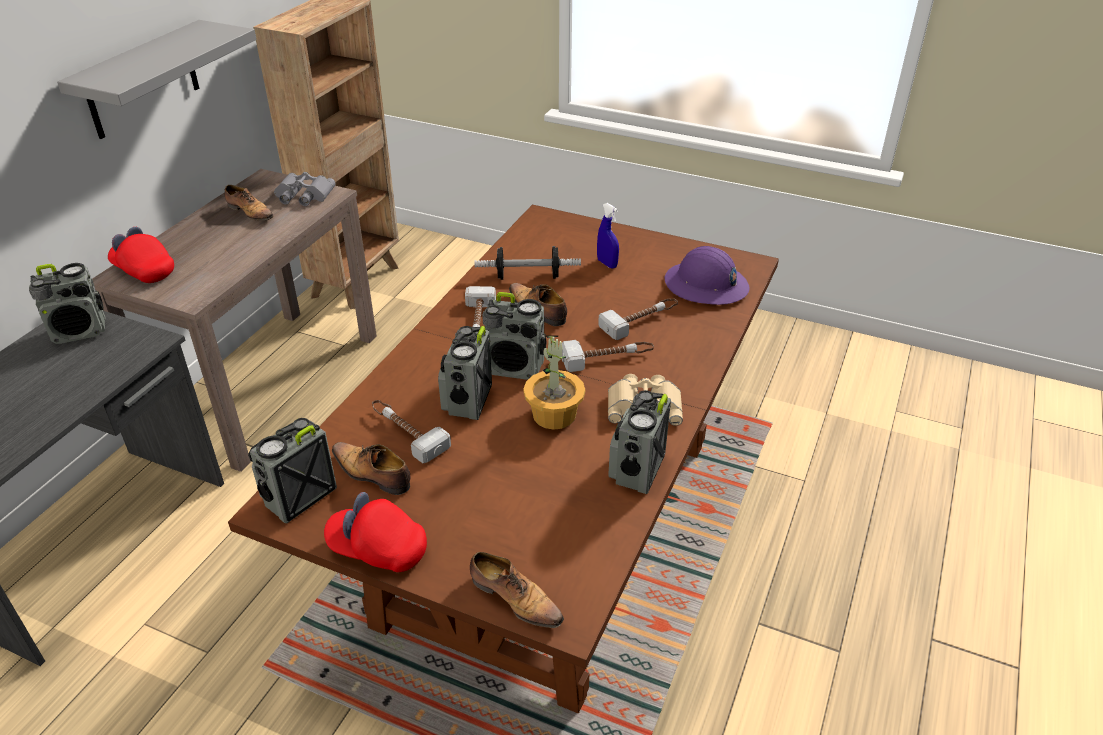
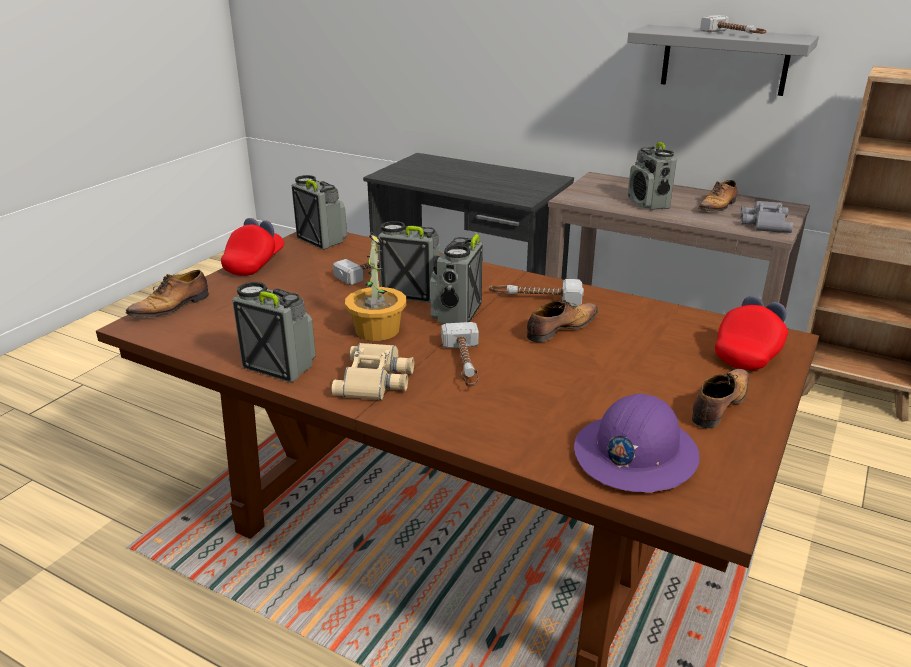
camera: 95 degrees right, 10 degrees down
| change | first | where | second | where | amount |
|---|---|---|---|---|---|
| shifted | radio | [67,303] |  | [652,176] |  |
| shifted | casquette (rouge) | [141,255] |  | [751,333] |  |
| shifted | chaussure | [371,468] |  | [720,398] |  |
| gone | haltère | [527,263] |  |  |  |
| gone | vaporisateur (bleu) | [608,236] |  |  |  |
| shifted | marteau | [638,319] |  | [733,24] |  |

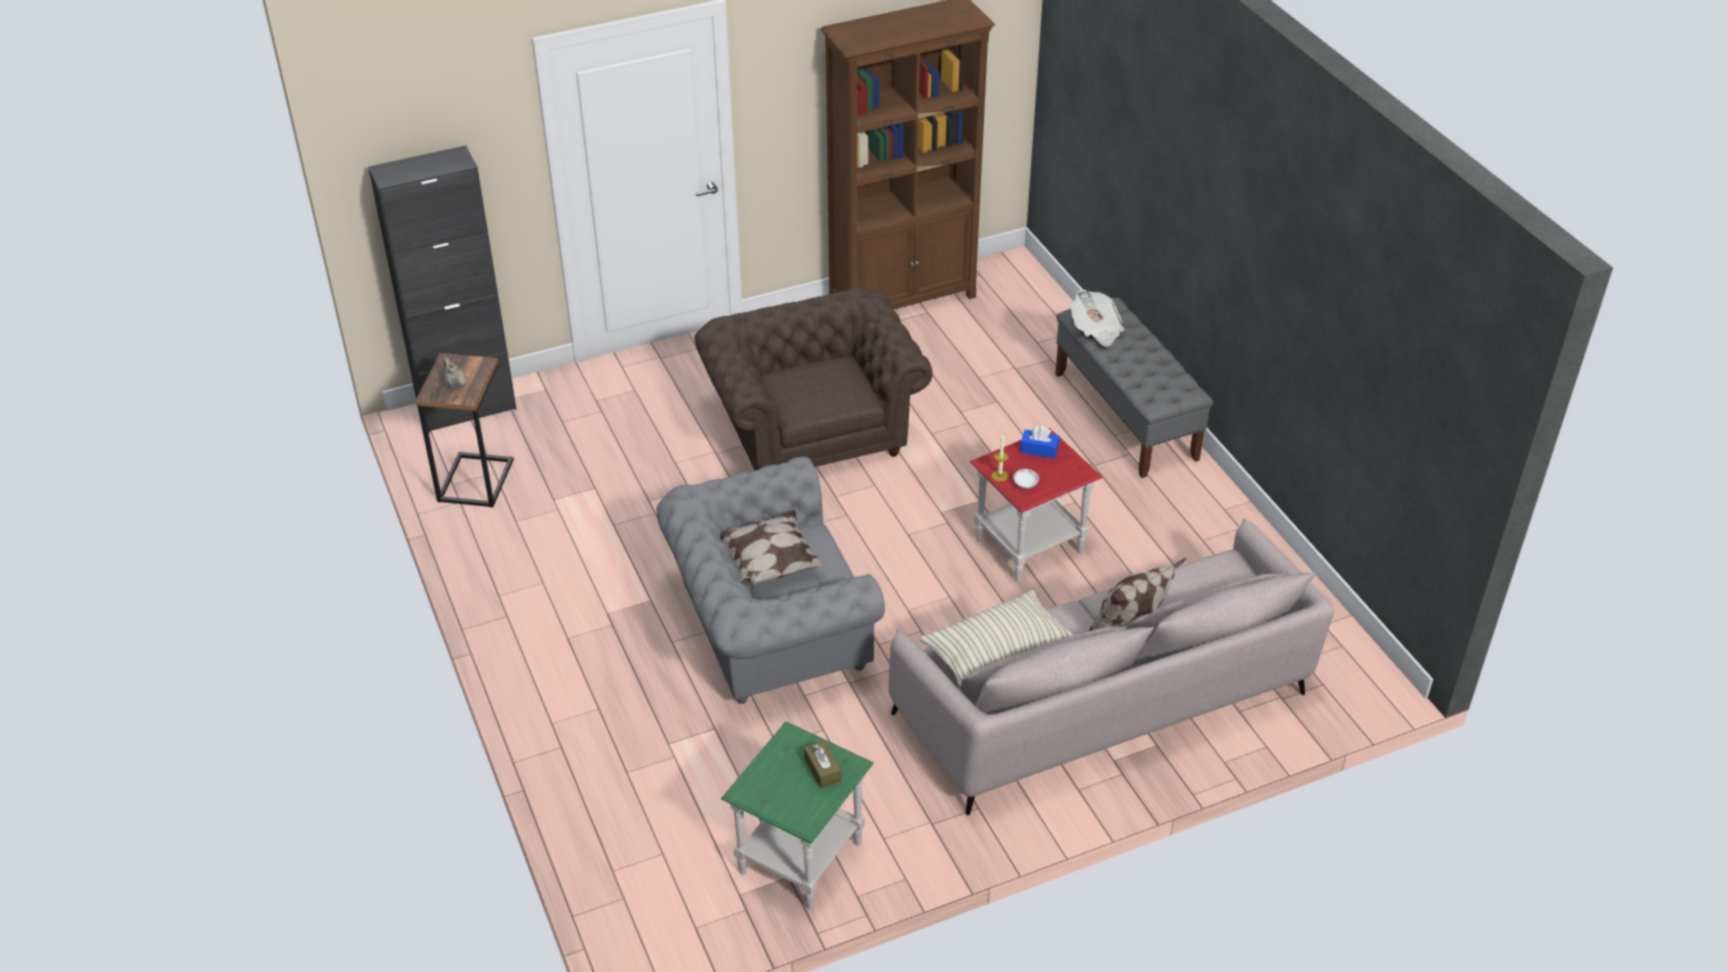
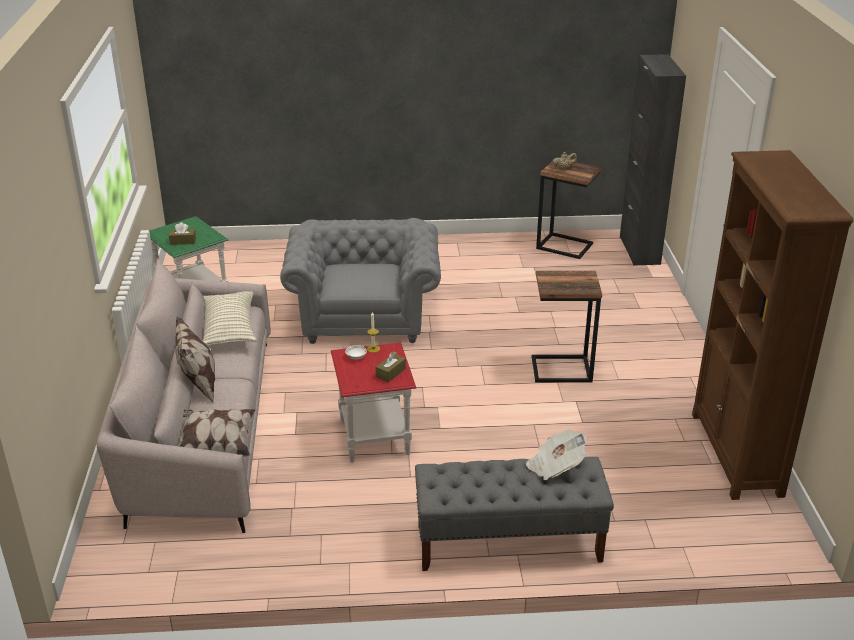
camera: 110 degrees right, 10 degrees down
| change | first | where | second | where | amount |
|---|---|---|---|---|---|
| swapped | fauteuil (marron) | [813,379] | table d'appoint | [566,326] |  |
| shifted | coussin | [773,550] |  | [217,432] |  |
| repainted | boîte à mouchoirs (bleu) | [1039,442] | boîte à mouchoirs (marron) | [391,366] |  |

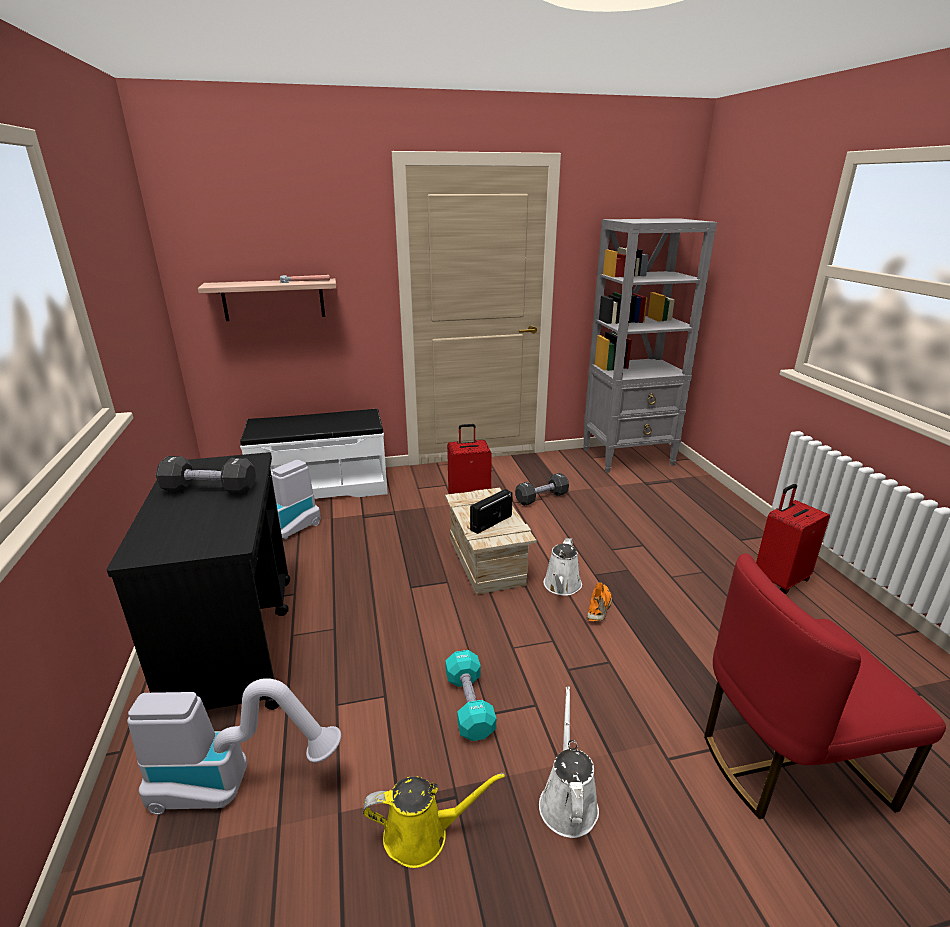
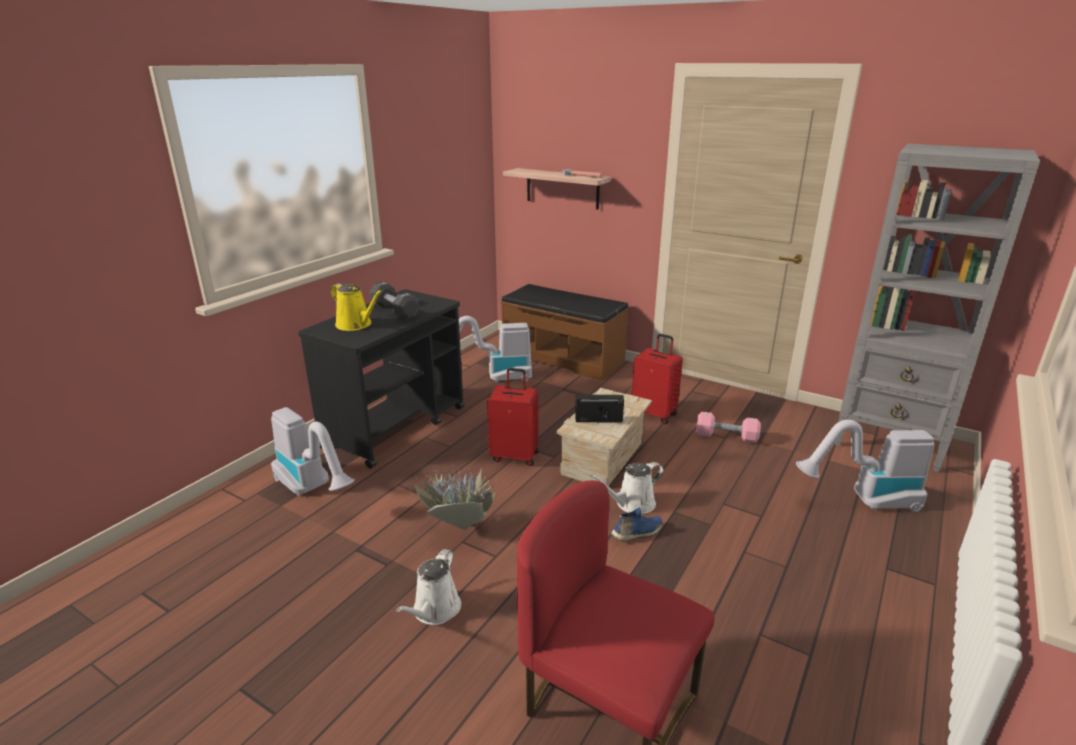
camera: 45 degrees right, 0 degrees up
| change | first | where | second | where | amount |
|---|---|---|---|---|---|
| repainted | banc (blanc) | [314,454] | banc (marron) | [564,332] |  |
| shifted | arrosoir (jaune) | [434,820] |  | [356,307] |  |
| swapped | haltère (turquoise) | [470,695] | plante en pot | [454,497] |  |
| repainted | haltère (noir) | [542,489] | haltère (rose) | [728,427] |  |
| rotated | arrosoir (blanc) | [569,762] |  | [428,587] | 150 degrees clockwise |
| repainted | chaussure (orange) | [599,601] | chaussure (bleu) | [636,524] |  |
| shifted | valise (rouge) | [793,539] |  | [513,417] |  |
| new |  |  | aspirateur | [865,466] |  |

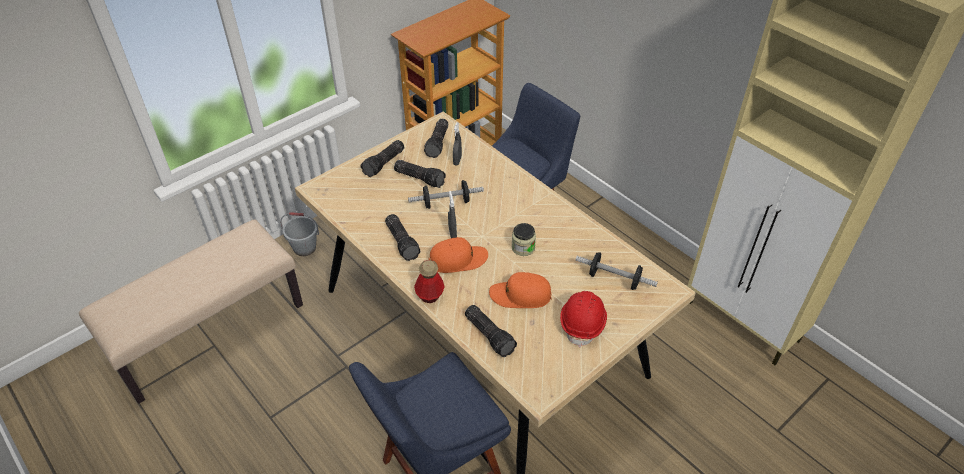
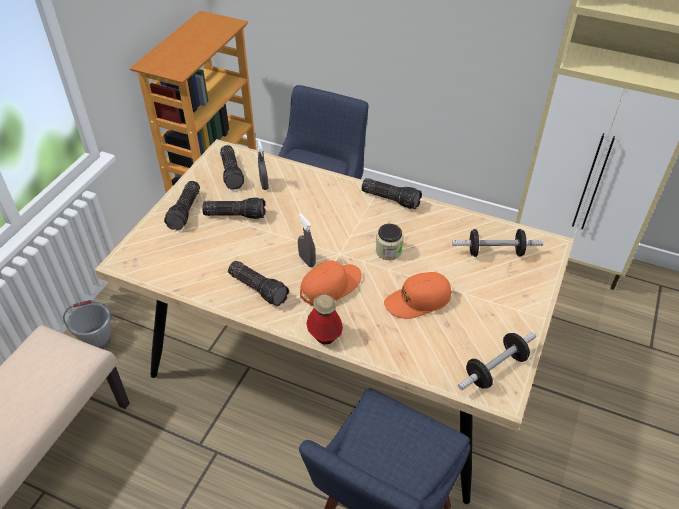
camera: 25 degrees left, 0 degrees up
| change | first | where | second | where | amount |
|---|---|---|---|---|---|
| shifted | haltère | [446,194] |  | [497,361] |  |
| shifted | lampe de poche | [491,331] |  | [391,193] |  |
| gone | casque de chantier (rouge) | [583,319] |  |  |  |

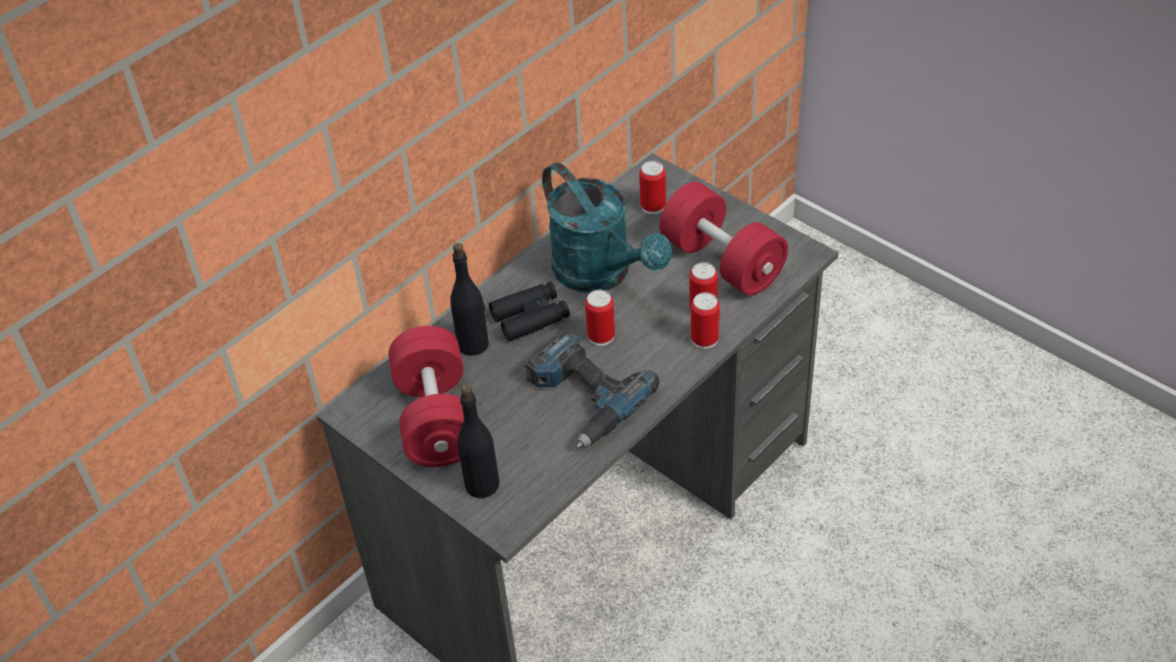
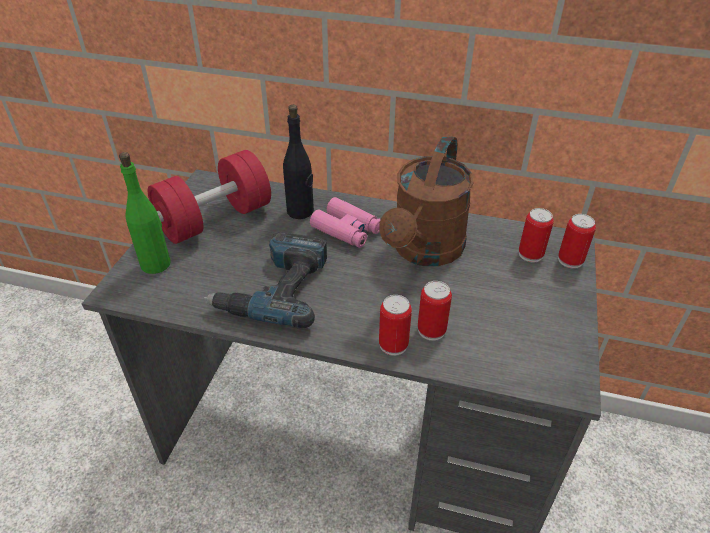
camera: 60 degrees right, 5 degrees down
| change | first | where | second | where | amount |
|---|---|---|---|---|---|
| repainted | bouteille (noir) | [478,441] | bouteille (vert) | [145,213] |  |
| repainted | jumelles (noir) | [529,312] | jumelles (rose) | [345,222] |  |
| repainted | arrosoir (turquoise) | [607,228] | arrosoir (marron) | [426,200] |  |
| shifted | boîte métallique | [600,318] |  | [577,241] |  |
| gone | haltère (rouge) | [723,239] |  |  |  |

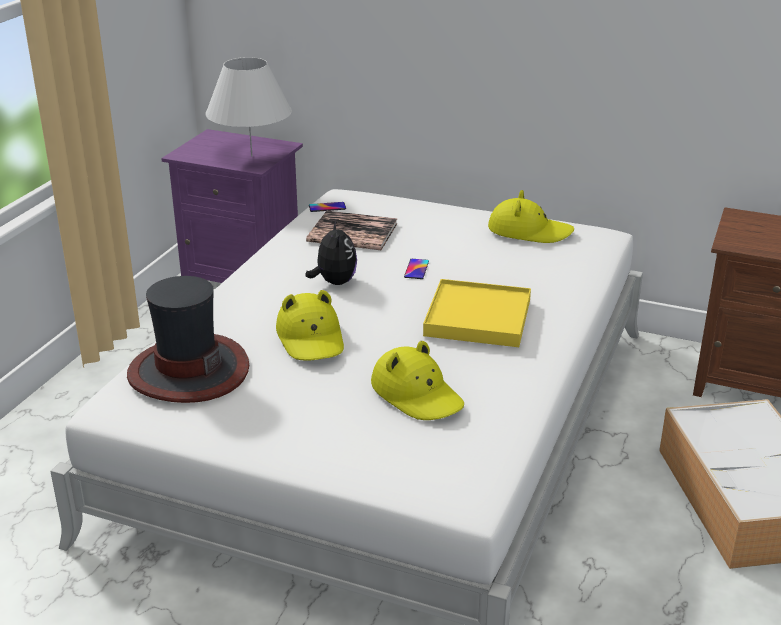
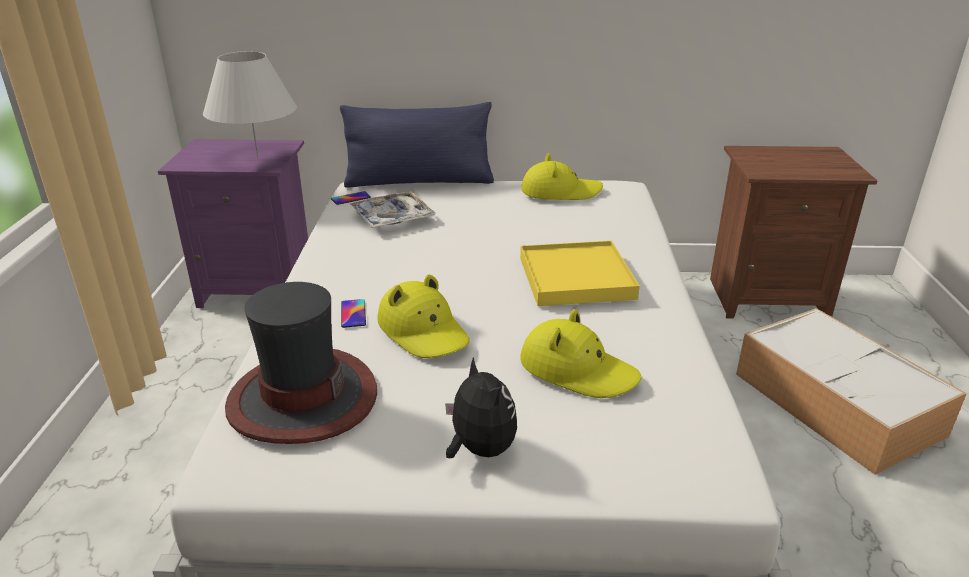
camera: 20 degrees left, 0 degrees up
| change | first | where | second | where | amount |
|---|---|---|---|---|---|
| swapped | livre | [352,230] | plateau | [393,209] |  |
| shifted | peluche | [331,252] |  | [481,407] |  |
| shifted | téléphone | [416,269] |  | [353,313] |  |
| new |  |  | coussin (bleu) | [417,145] |  |

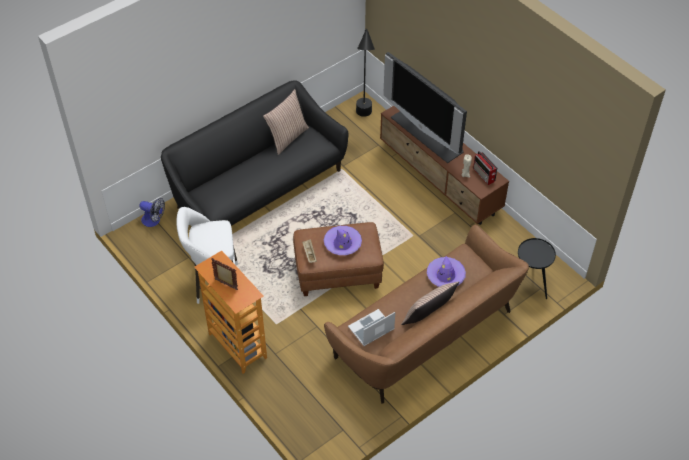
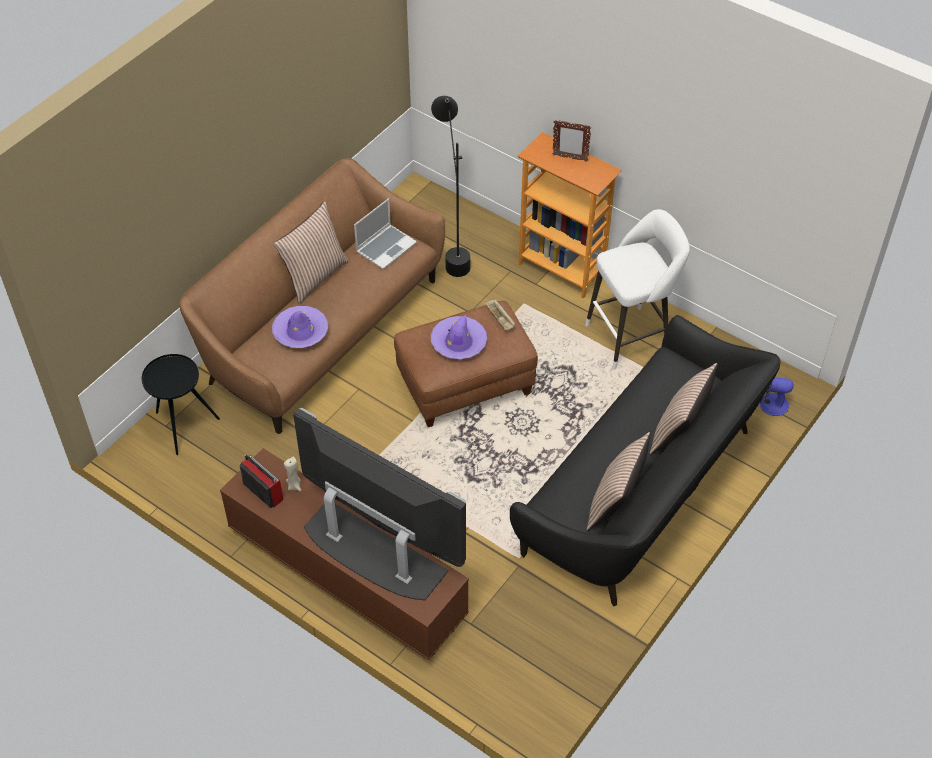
camera: 165 degrees right, 0 degrees up
| change | first | where | second | where | amount |
|---|---|---|---|---|---|
| shifted | lampadaire (noir) | [365,73] |  | [450,186] |  |
| new |  |  | coussin | [684,409] |  |

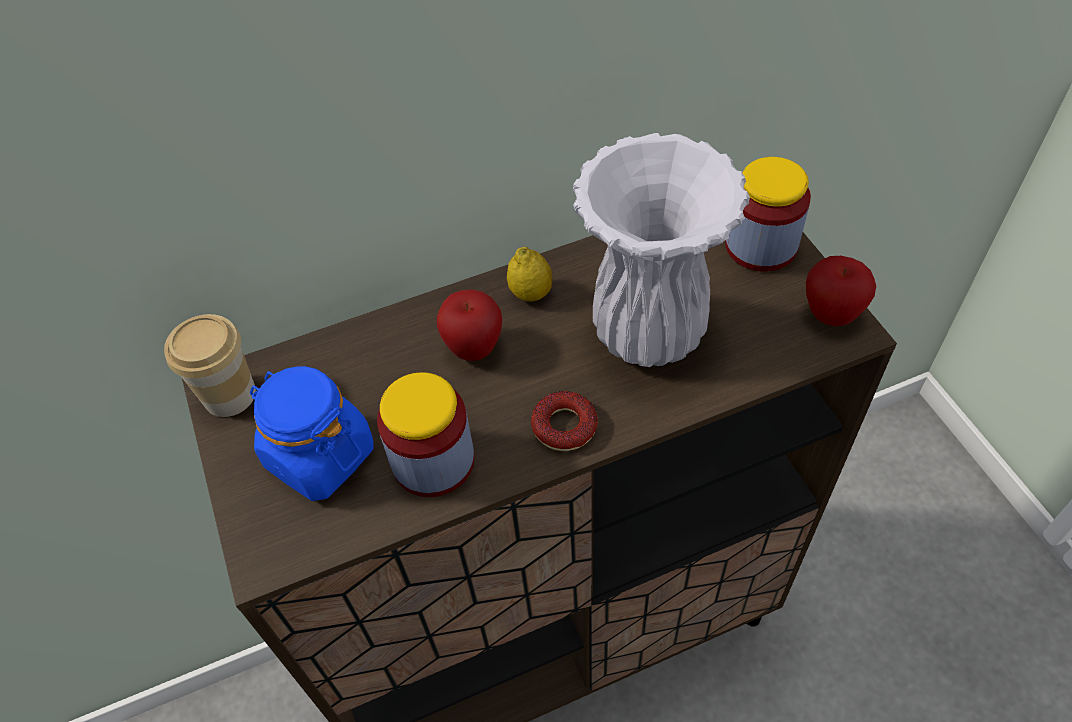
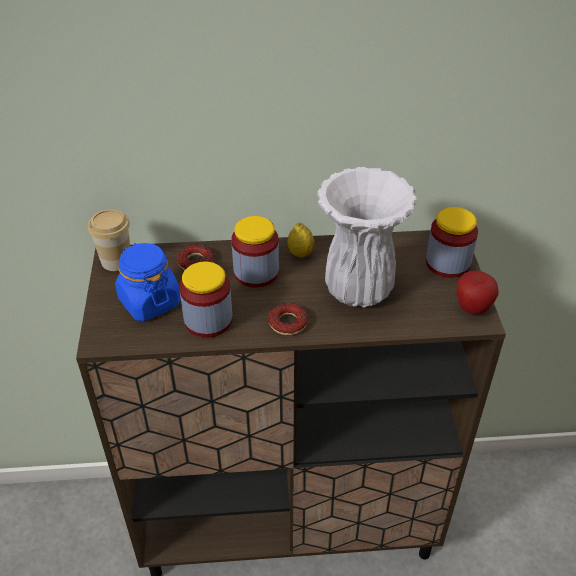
camera: 15 degrees right, 10 degrees down
| change | first | where | second | where | amount |
|---|---|---|---|---|---|
| swapped | pomme | [469,325] | bocal | [255,252] |  |
| new |  |  | beignet | [195,257] |  |

